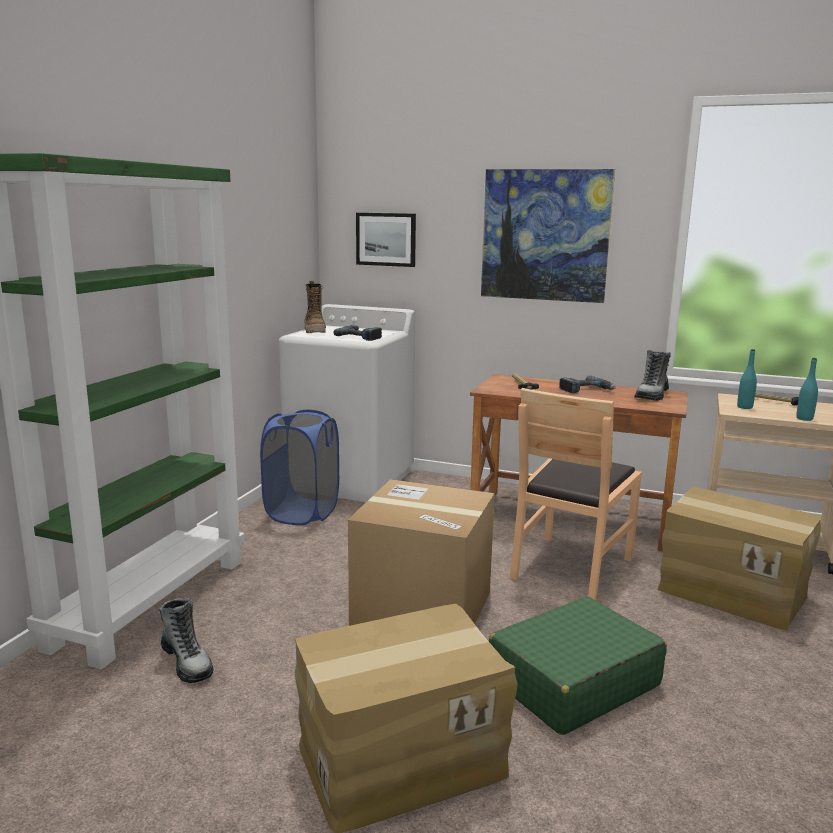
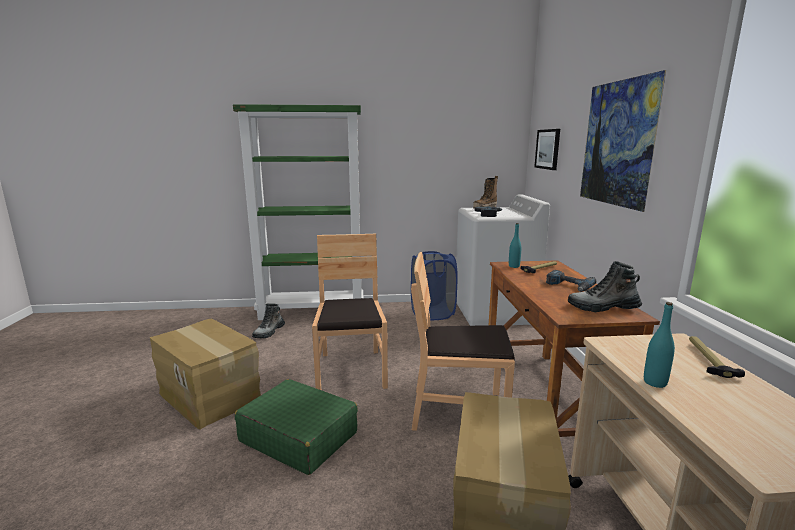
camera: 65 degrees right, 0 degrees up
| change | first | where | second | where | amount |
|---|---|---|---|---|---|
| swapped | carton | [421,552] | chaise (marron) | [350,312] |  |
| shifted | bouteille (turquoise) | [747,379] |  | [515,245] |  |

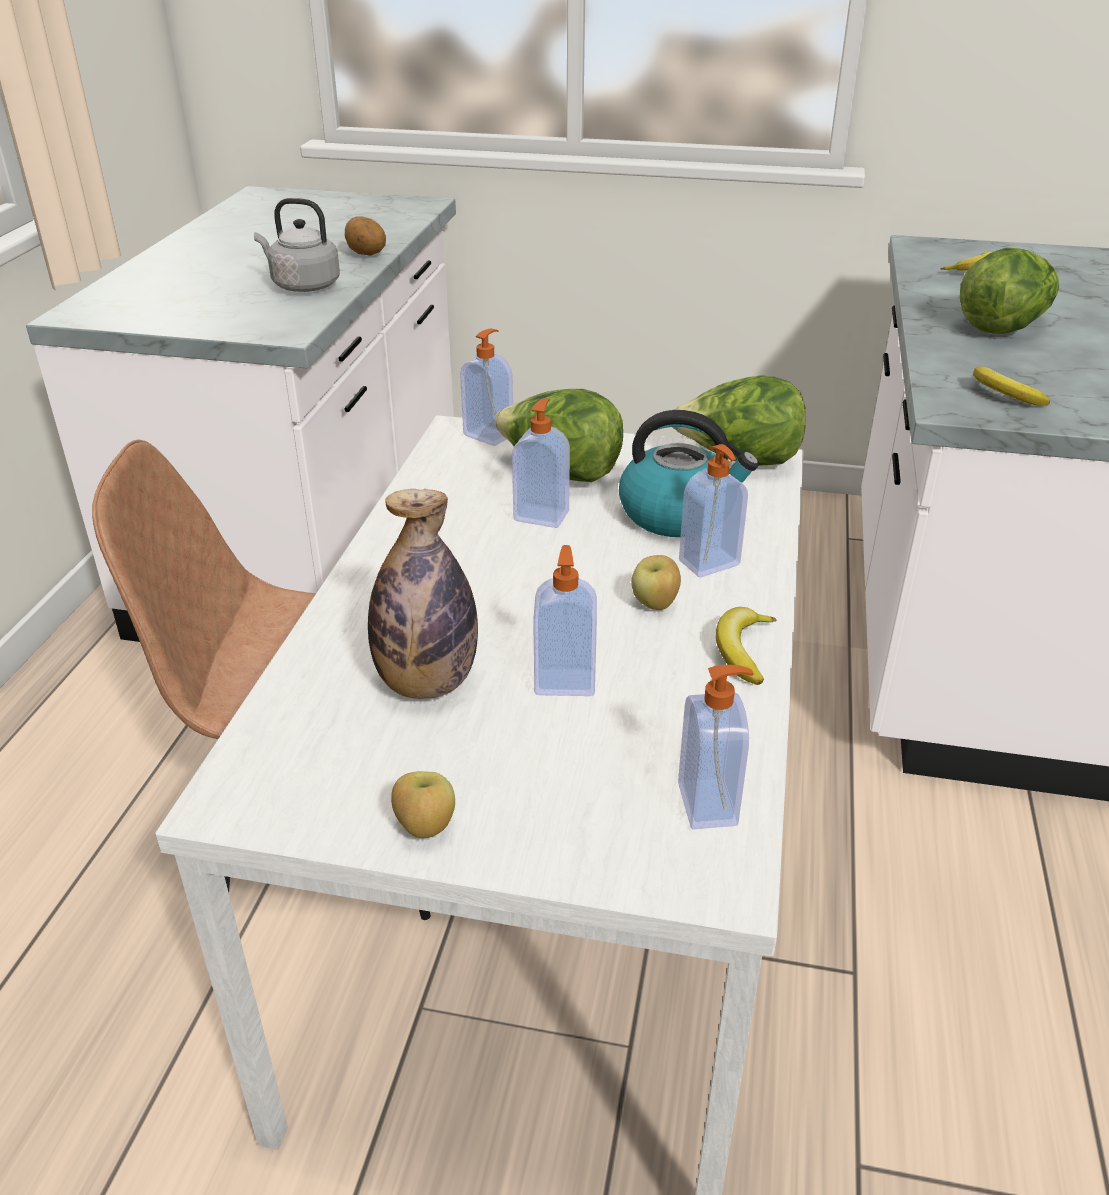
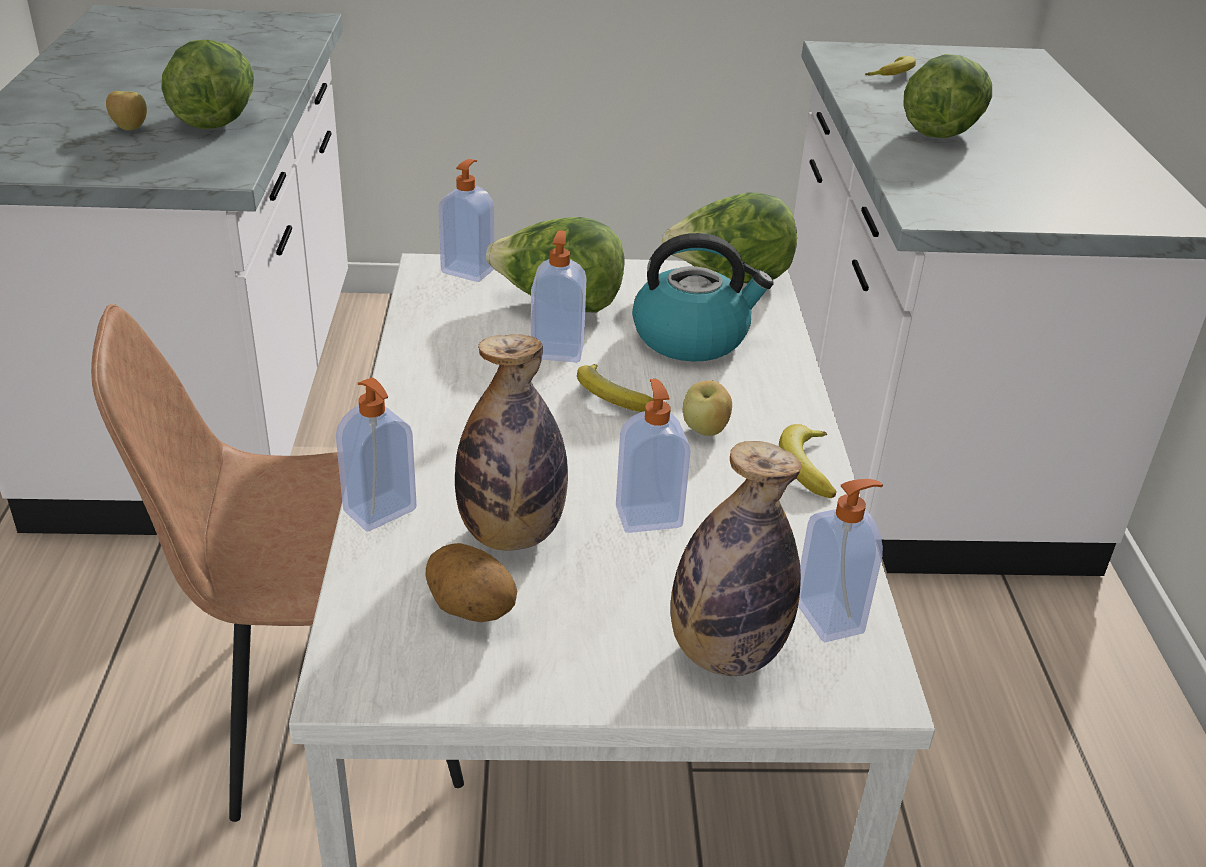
camera: 15 degrees left, 0 degrees up
| change | first | where | second | where | amount |
|---|---|---|---|---|---|
| swapped | bouilloire (gris) | [297,245] | laitue | [207,84] |  |
| shifted | pomme de terre | [365,236] |  | [471,582] |  |
| shifted | pomme | [423,804] |  | [126,111] |  |
| shifted | distributeur de savon | [713,510] |  | [376,454] |  |
| shifted | banane | [1011,386] |  | [615,388] |  |
| new |  |  | bouteille | [735,558] |  |

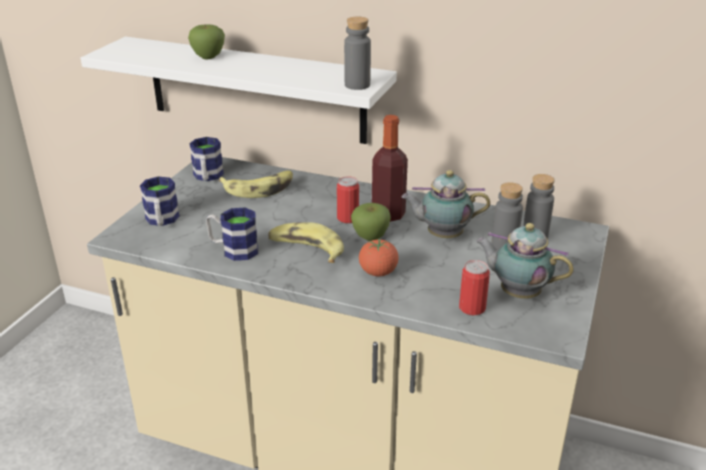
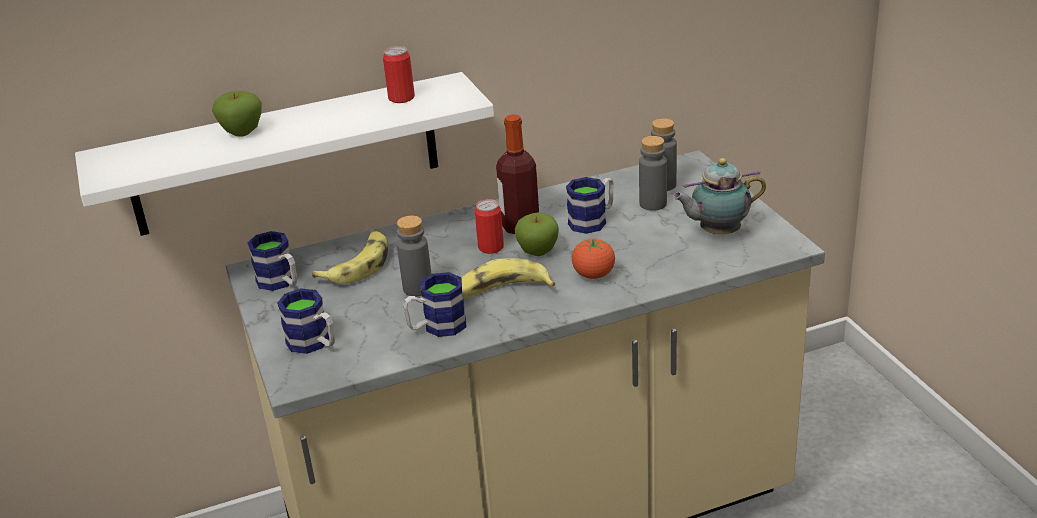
camera: 40 degrees left, 0 degrees up
| change | first | where | second | where | amount |
|---|---|---|---|---|---|
| shifted | bouteille (gris) | [357,53] |  | [414,256] |  |
| swapped | théière | [446,204] | mug | [590,205] |  |
| shifted | boîte métallique | [474,288] |  | [399,74] |  |

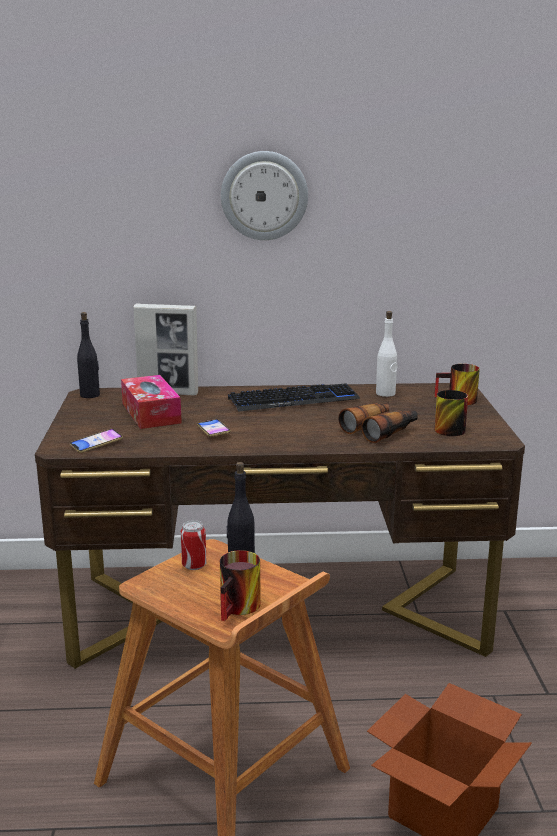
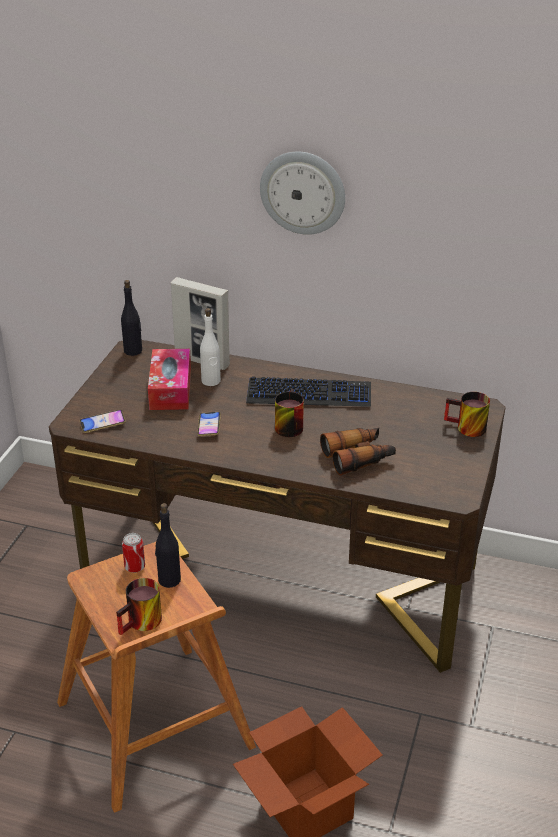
camera: 20 degrees right, 15 degrees up
| change | first | where | second | where | amount |
|---|---|---|---|---|---|
| shifted | bouteille (blanc) | [386,354] |  | [210,347] |  |
| shifted | mug | [451,413] |  | [289,413] |  |

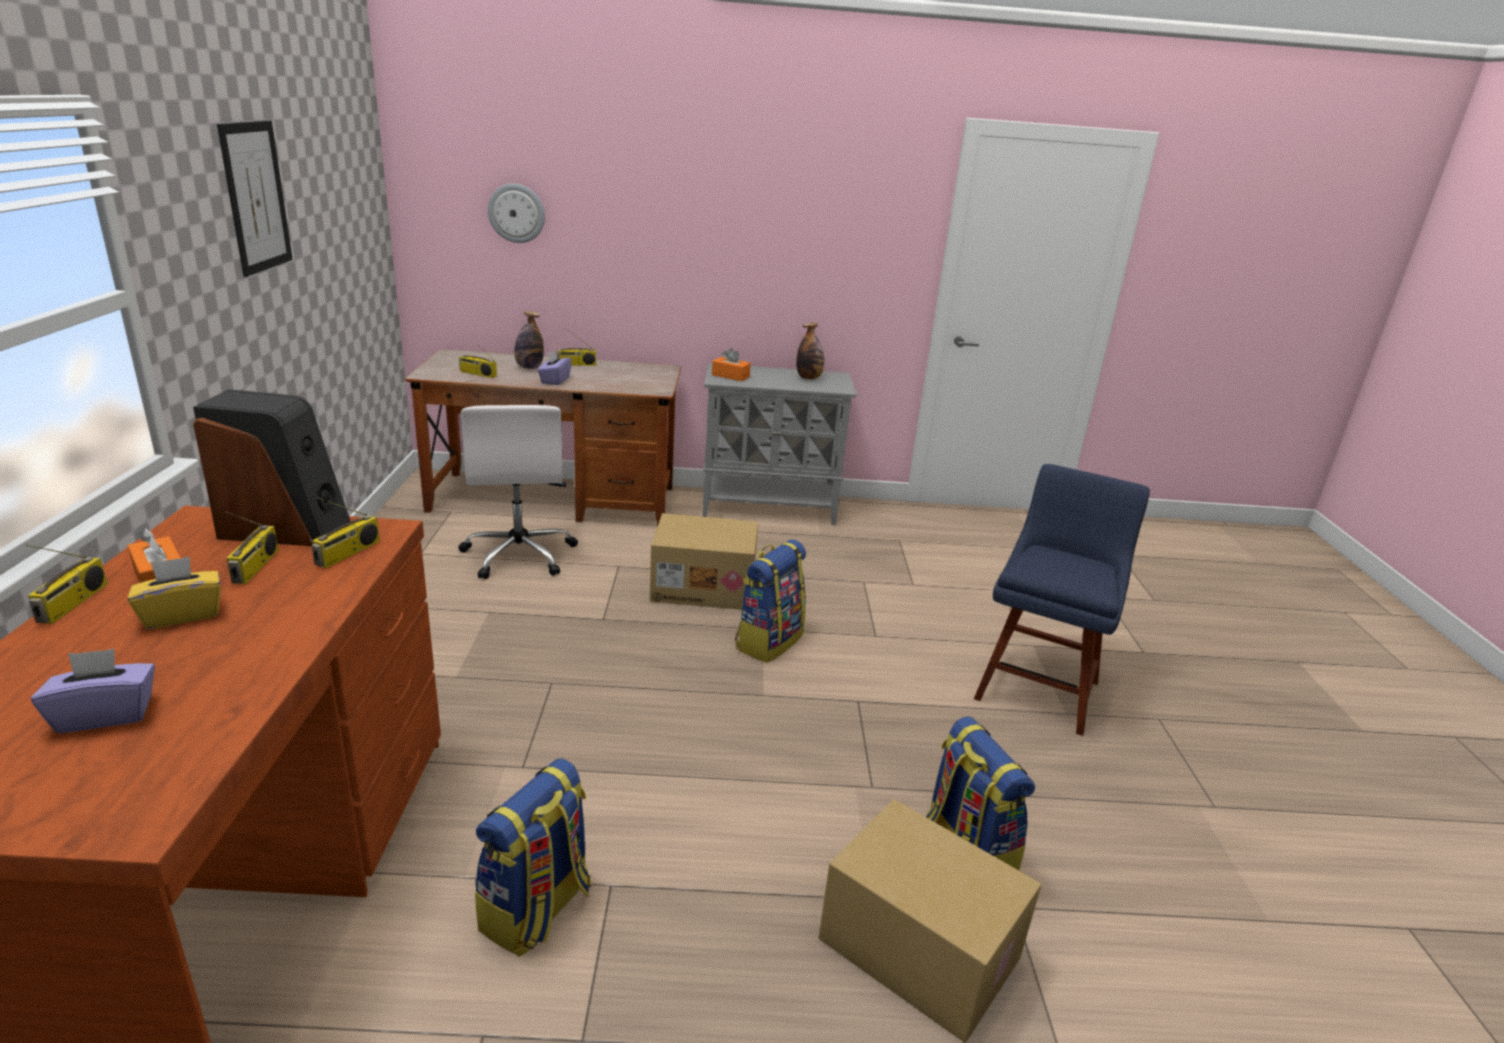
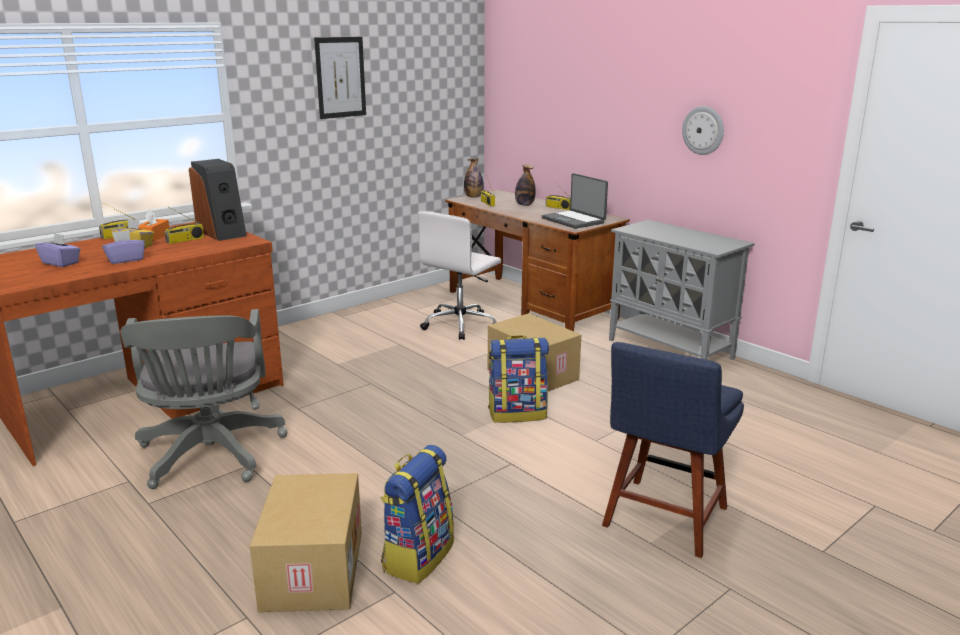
camera: 50 degrees right, 5 degrees down
| change | first | where | second | where | amount |
|---|---|---|---|---|---|
| gone | radio | [345,532] |  |  |  |
| swapped | sac à dos | [533,858] | chaise de bureau (gris) | [204,399] |  |
| shifted | horloge murale | [516,213] |  | [703,130] |  |
| shifted | boîte à mouchoirs (violet) | [554,367] |  | [123,247] |  |
| gone | boîte à mouchoirs (orange) | [731,364] |  |  |  |
| shifted | bouteille | [810,351] |  | [474,178] |  |
| rotated | chaise (bleu) | [1062,600] |  | [673,450] | 135 degrees clockwise |
| new |  |  | ordinateur portable | [575,201] |  |

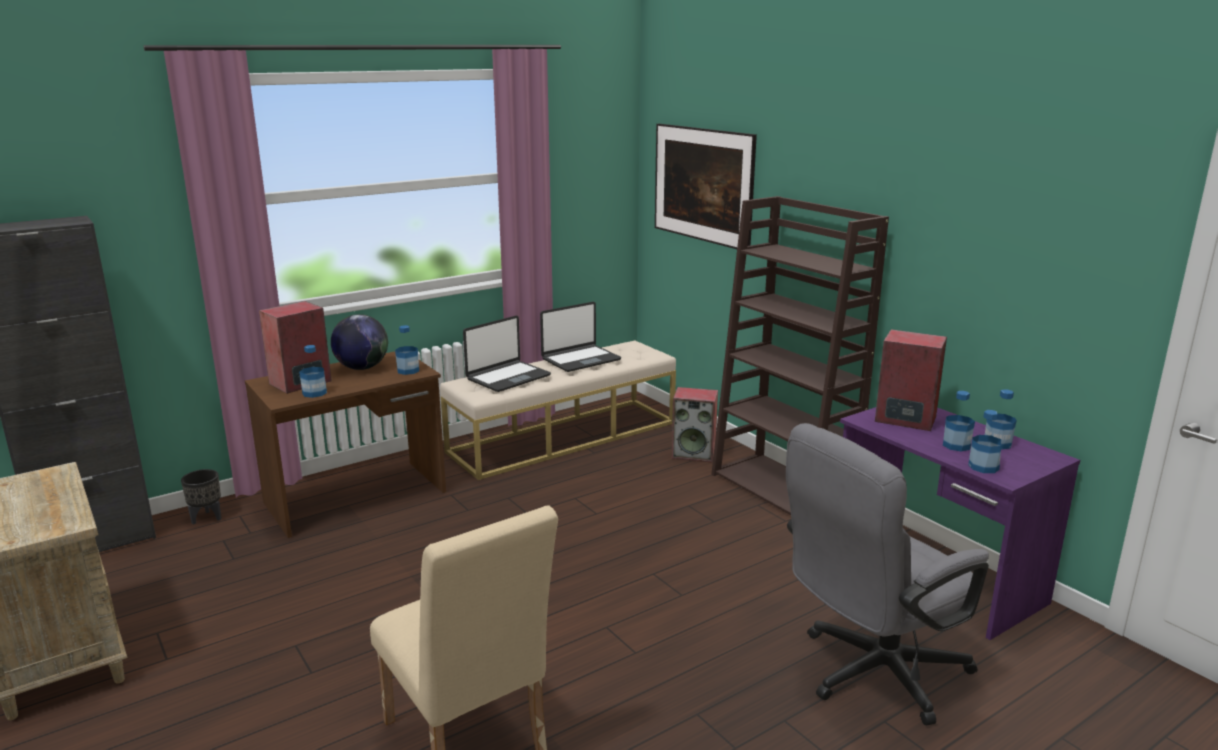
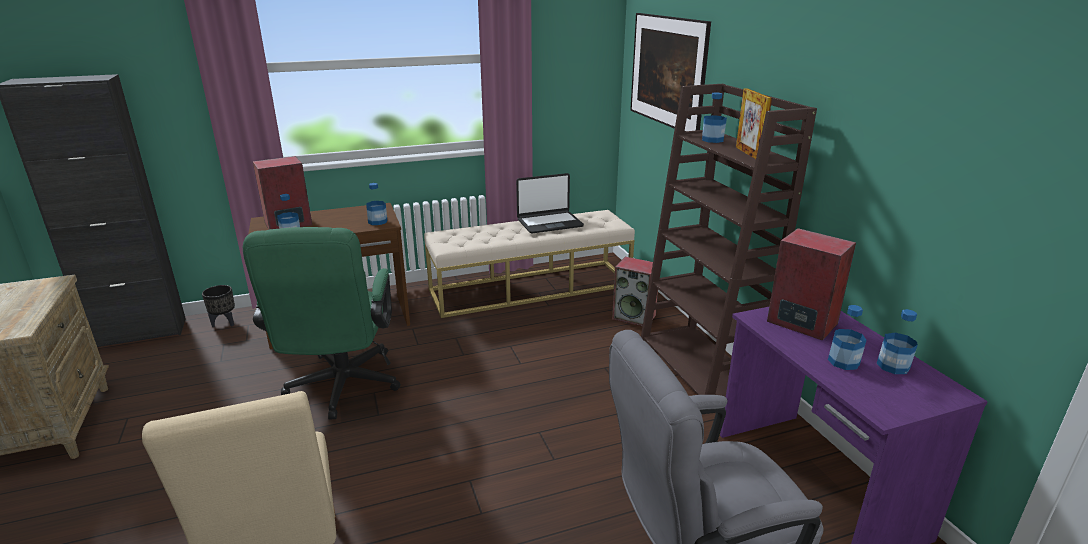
camera: 15 degrees right, 5 degrees up
| change | first | where | second | where | amount |
|---|---|---|---|---|---|
| gone | globe | [359,342] |  |  |  |
| gone | ordinateur portable | [507,354] |  |  |  |
| shifted | bouteille | [984,441] |  | [714,117] |  |
| new |  |  | chaise de bureau (vert) | [322,323] |  |
| new |  |  | cadre photo | [754,123] |  |

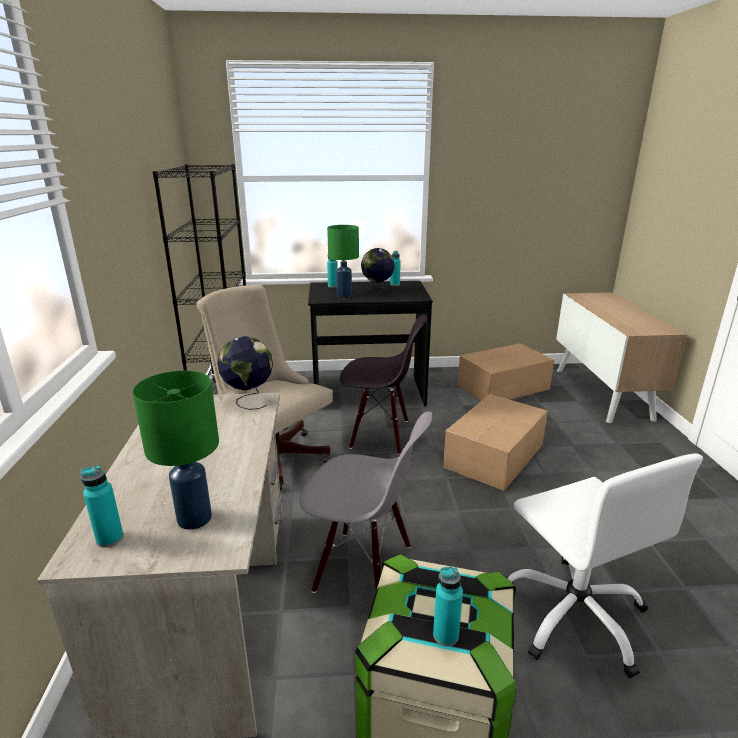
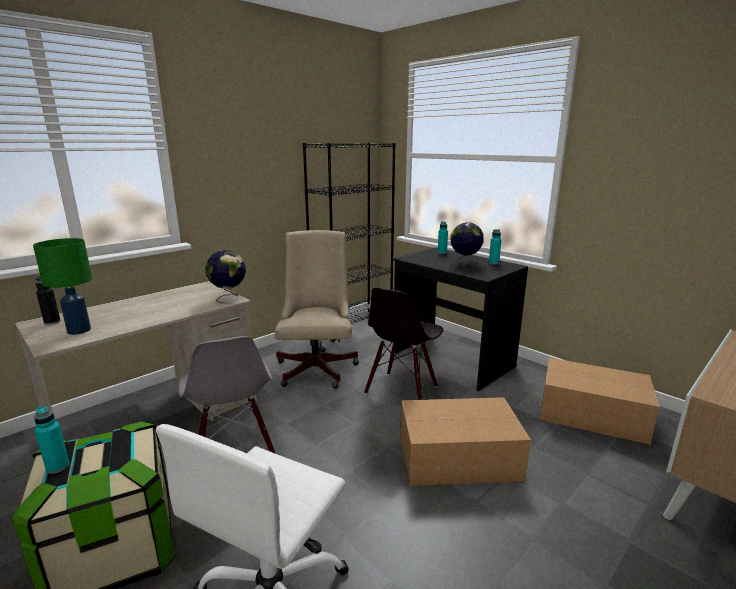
camera: 50 degrees right, 5 degrees down
| change | first | where | second | where | amount |
|---|---|---|---|---|---|
| repainted | bouteille (turquoise) | [102,506] | bouteille (noir) | [48,301] |  |
| gone | lampe de table (vert) | [343,261] |  |  |  |
| rotated | chaise (noir) | [383,385] |  | [403,344] | 60 degrees clockwise |

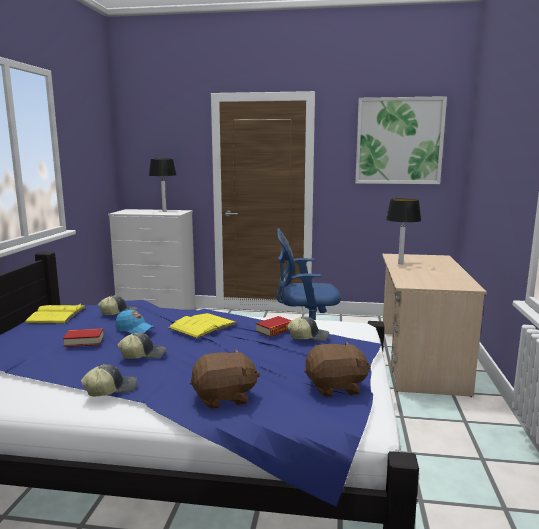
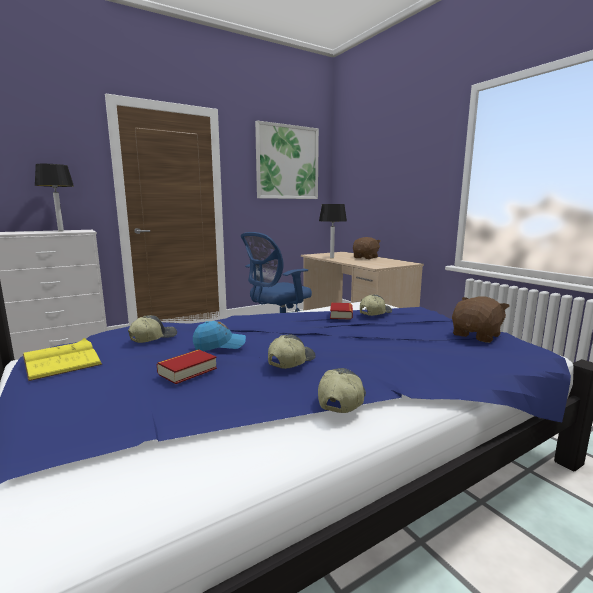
camera: 40 degrees left, 0 degrees up
| change | first | where | second | where | amount |
|---|---|---|---|---|---|
| gone | livre (jaune) | [202,325] |  |  |  |
| shifted | peluche (marron) | [225,379] |  | [367,248] |  |

